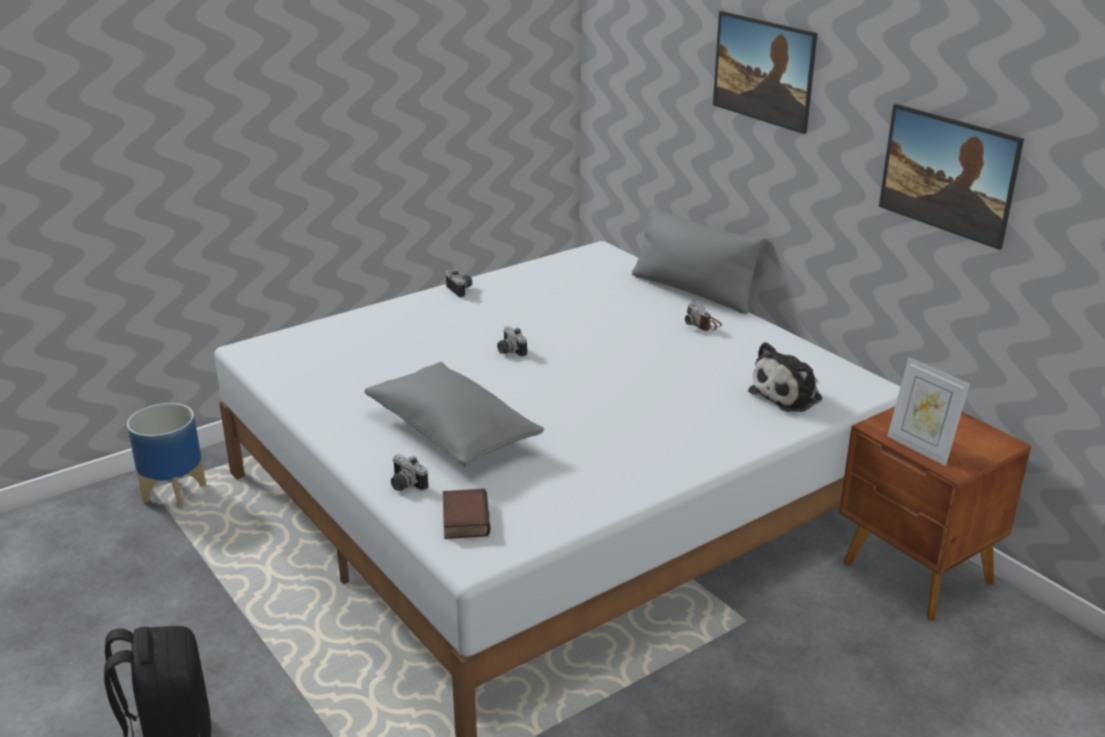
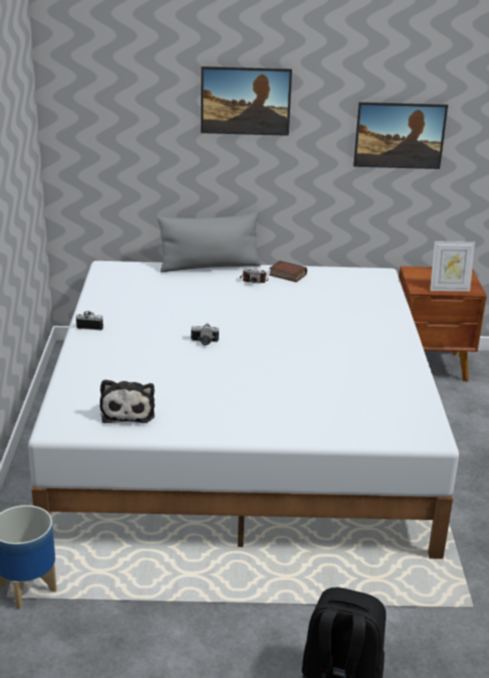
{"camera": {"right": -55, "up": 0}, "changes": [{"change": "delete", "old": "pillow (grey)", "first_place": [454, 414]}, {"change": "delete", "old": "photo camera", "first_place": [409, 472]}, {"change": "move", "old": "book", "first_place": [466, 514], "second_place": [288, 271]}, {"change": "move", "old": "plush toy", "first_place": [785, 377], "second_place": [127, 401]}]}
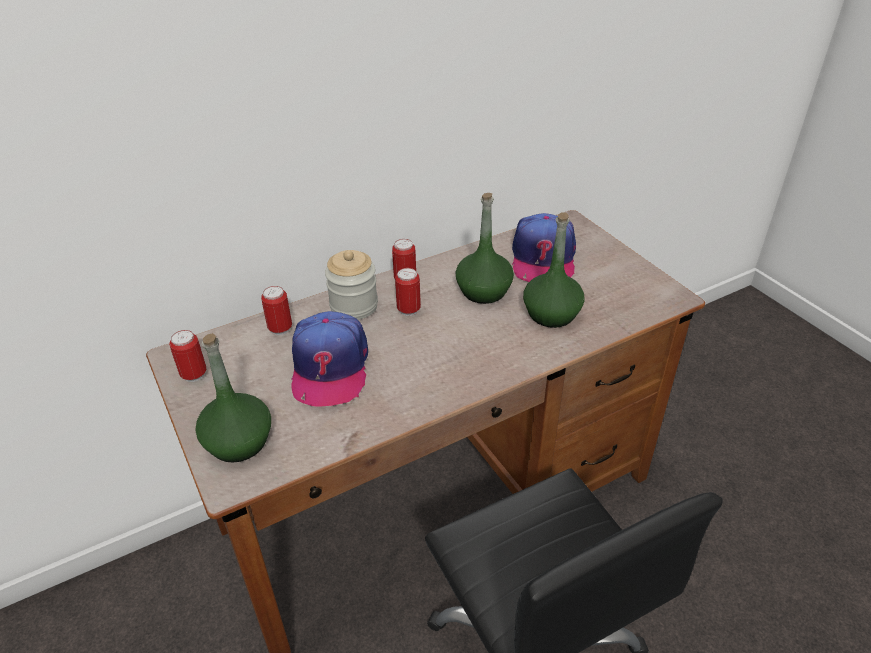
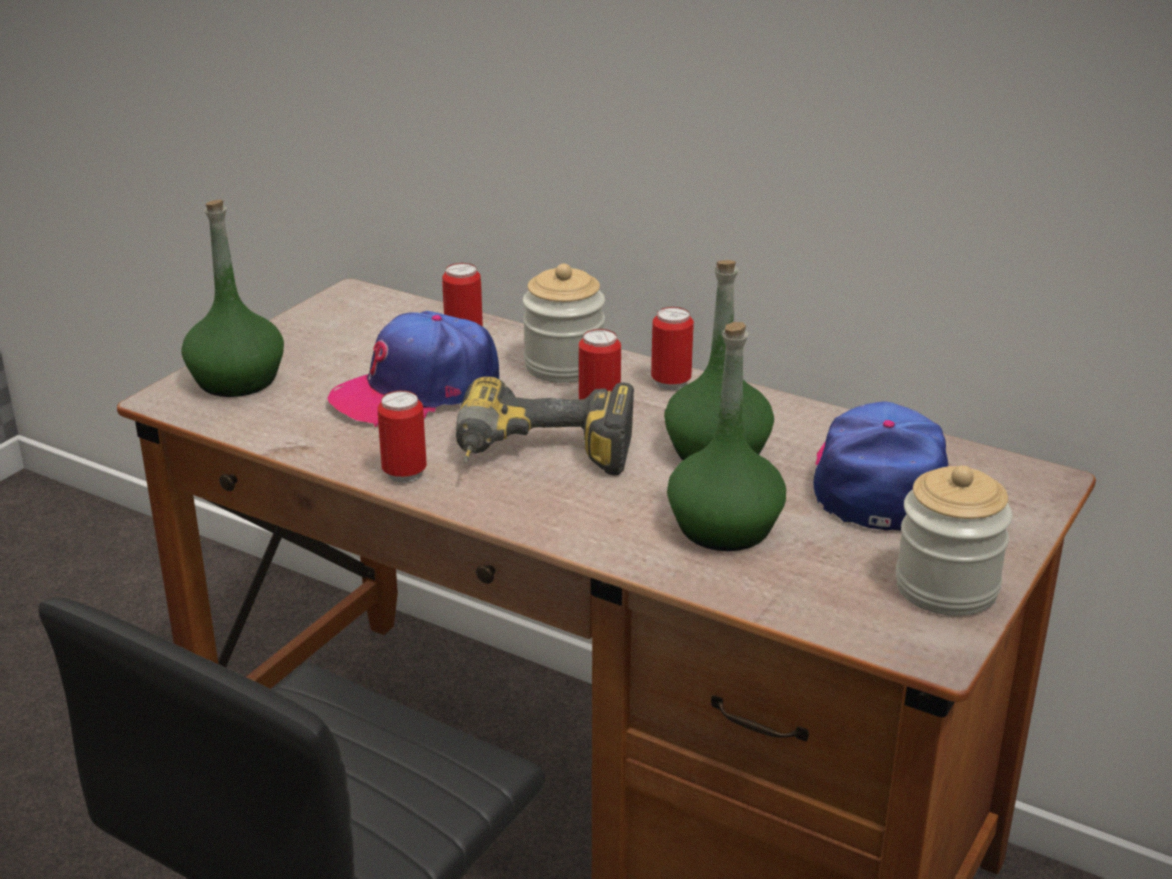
{"camera": {"right": 60, "up": -10}, "changes": [{"change": "move", "old": "can", "first_place": [187, 356], "second_place": [402, 436]}, {"change": "rotate", "old": "cap", "first_place": [544, 247], "second_place": [881, 465], "degrees": 120}, {"change": "insert", "new": "power drill", "second_place": [545, 426]}, {"change": "insert", "new": "jar", "second_place": [954, 540]}]}
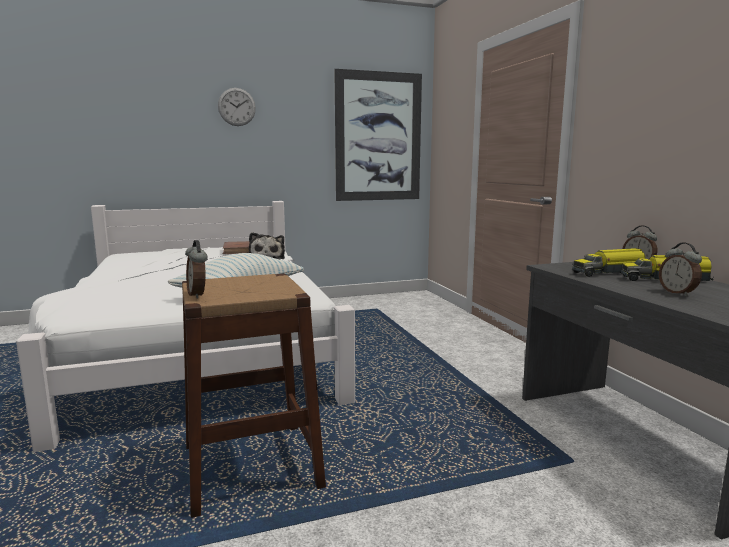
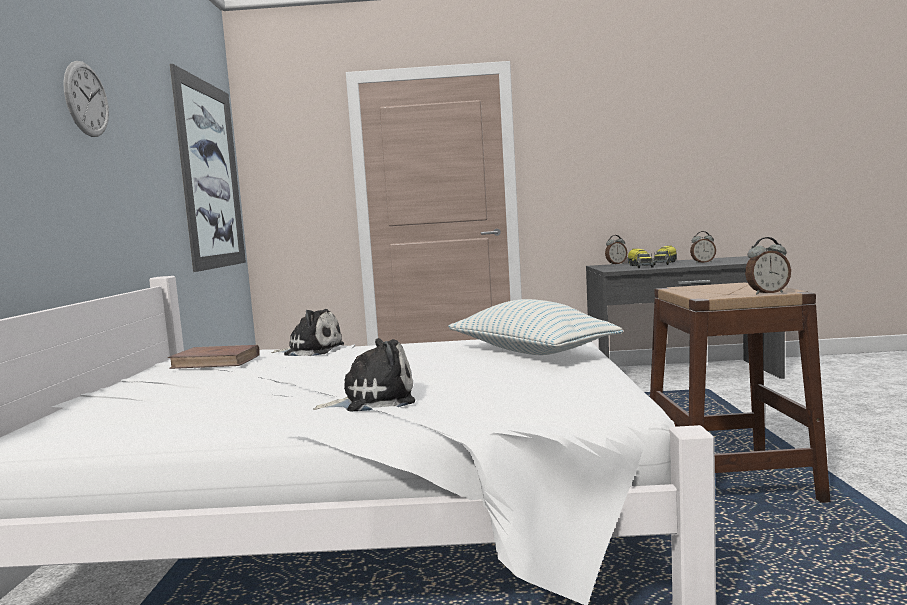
{"camera": {"right": -70, "up": -5}, "changes": [{"change": "insert", "new": "plush toy", "second_place": [364, 374]}]}
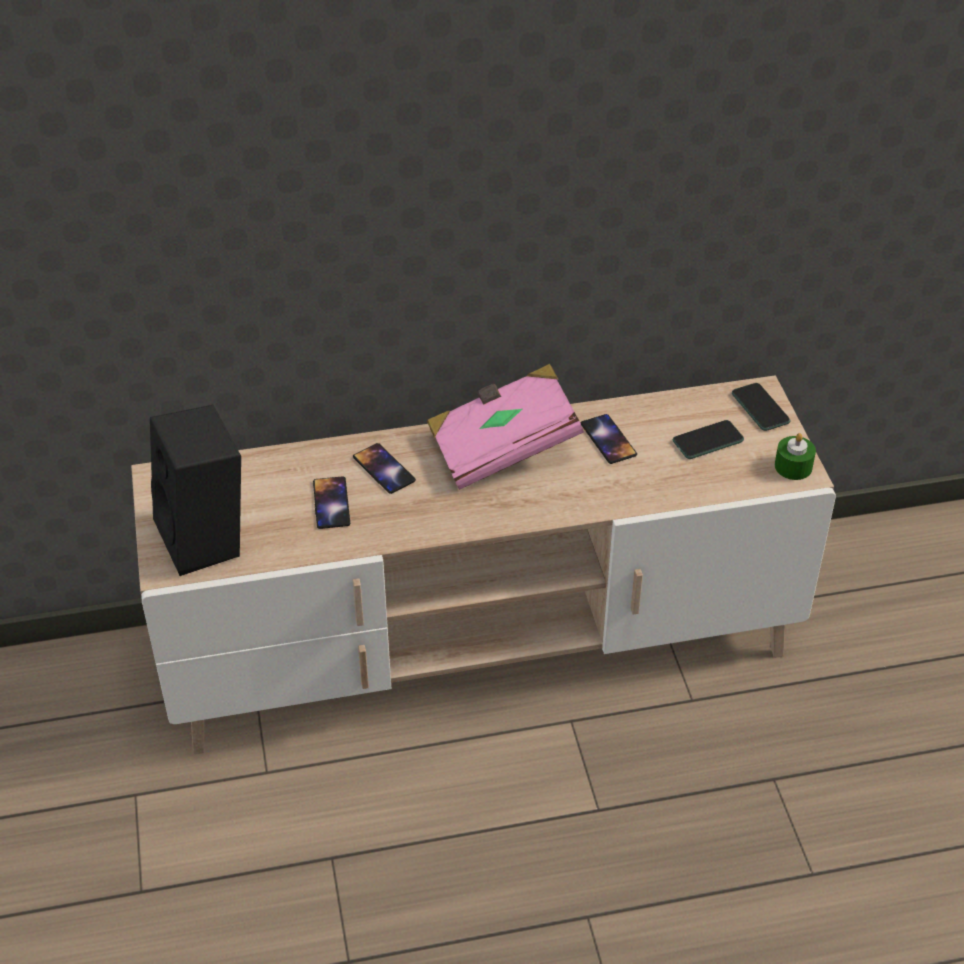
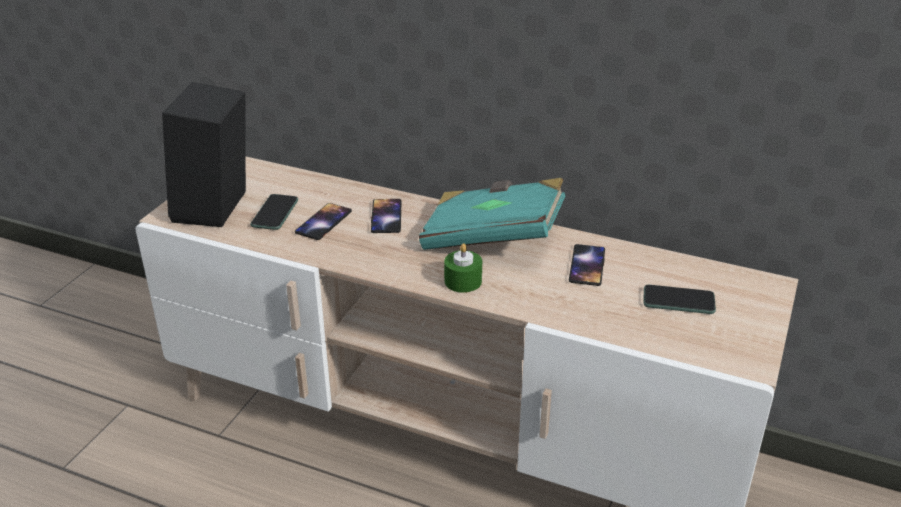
{"camera": {"right": 35, "up": -10}, "changes": [{"change": "recolor", "old": "book (pink)", "new": "book (turquoise)", "first_place": [505, 427], "second_place": [492, 214]}, {"change": "move", "old": "phone", "first_place": [761, 407], "second_place": [274, 212]}, {"change": "move", "old": "candle (green)", "first_place": [795, 456], "second_place": [463, 268]}]}
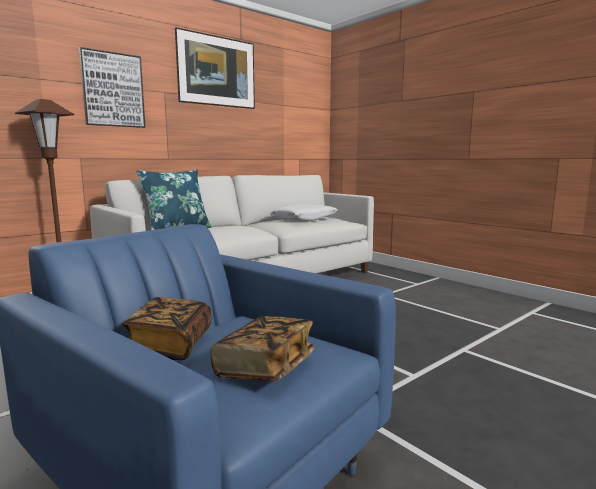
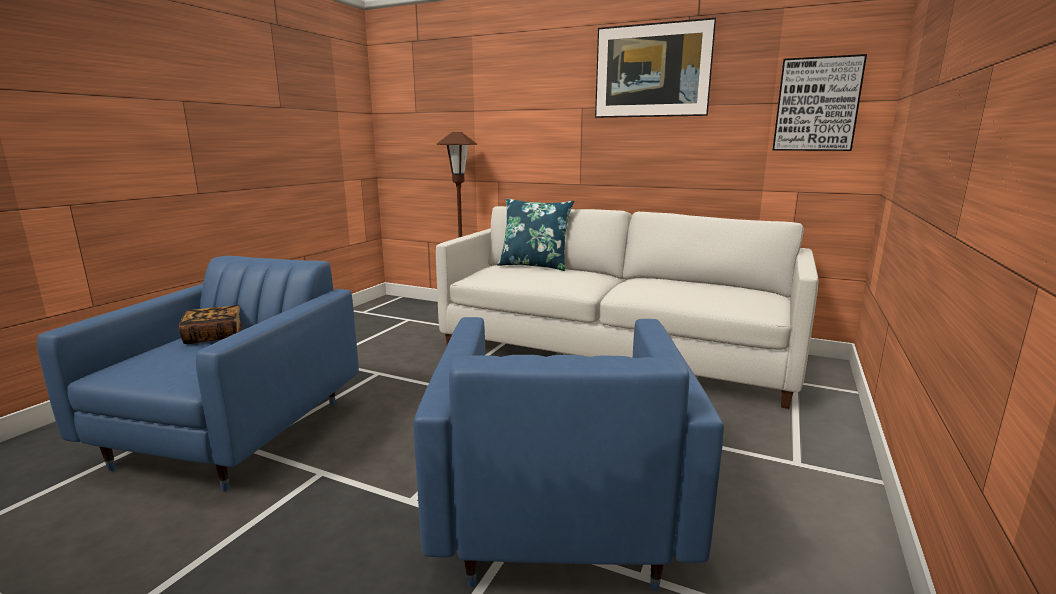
{"camera": {"right": 65, "up": 5}, "changes": [{"change": "move", "old": "picture", "first_place": [112, 87], "second_place": [820, 102]}, {"change": "delete", "old": "book", "first_place": [262, 349]}, {"change": "delete", "old": "pillow (white)", "first_place": [304, 213]}, {"change": "insert", "new": "armchair (blue)", "second_place": [569, 454]}]}
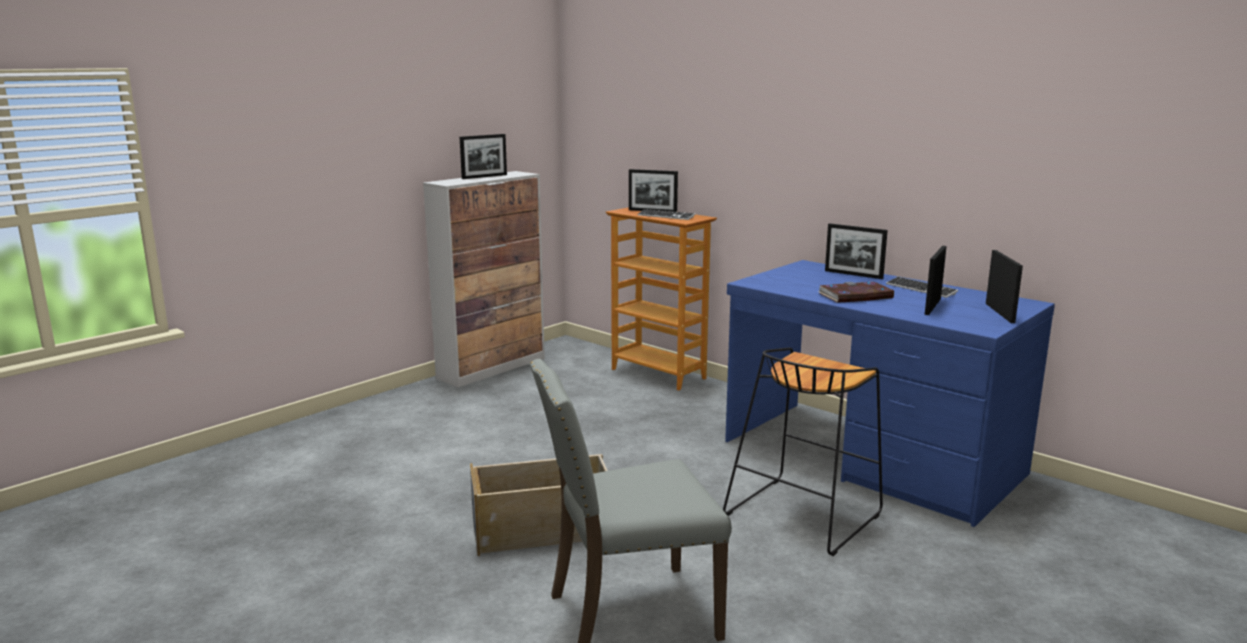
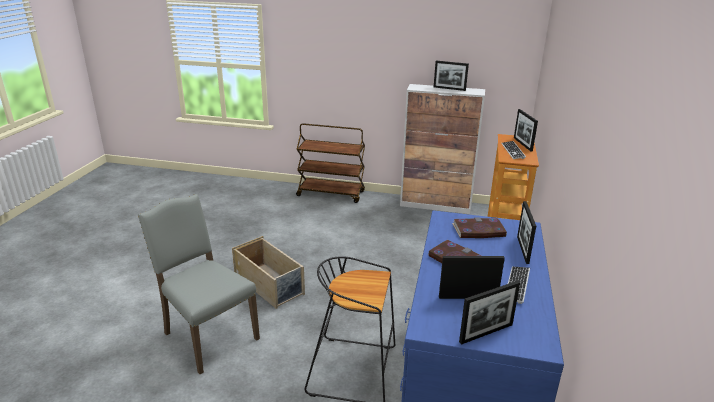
{"camera": {"right": 60, "up": 10}, "changes": [{"change": "insert", "new": "cart (brown)", "second_place": [330, 163]}, {"change": "insert", "new": "book", "second_place": [479, 227]}]}
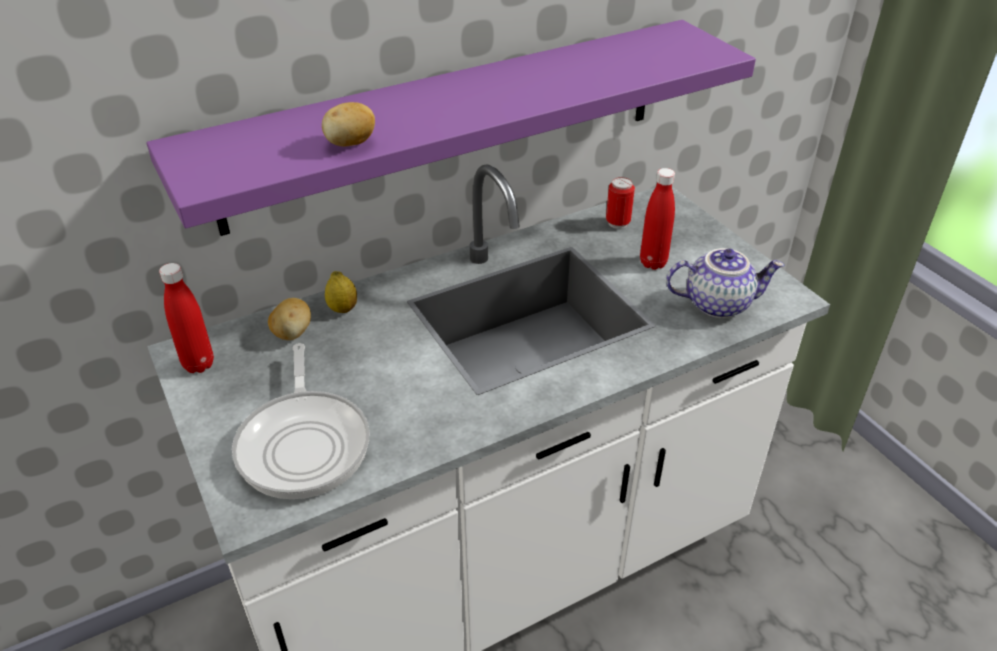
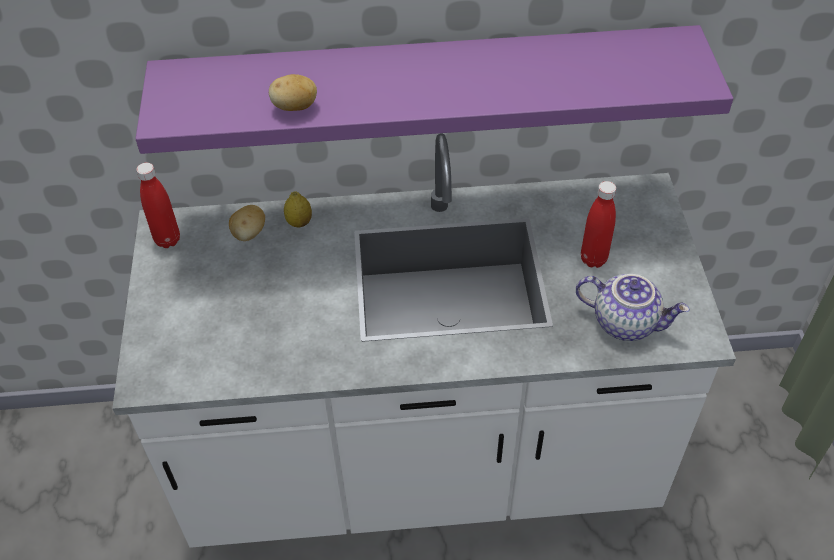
{"camera": {"right": 25, "up": 10}, "changes": [{"change": "delete", "old": "frying pan", "first_place": [301, 421]}, {"change": "delete", "old": "can", "first_place": [620, 203]}]}
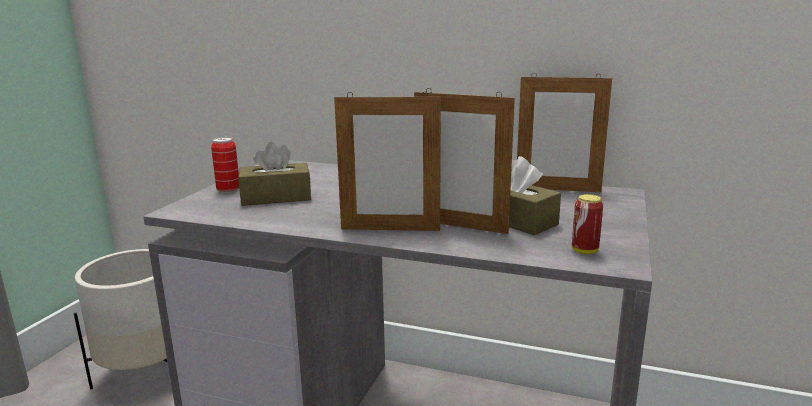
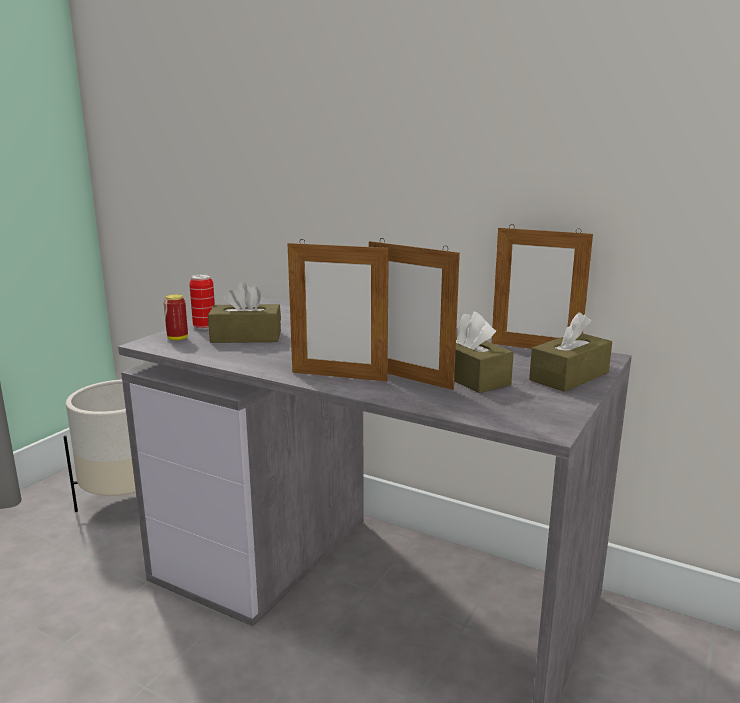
{"camera": {"right": 10, "up": 0}, "changes": [{"change": "move", "old": "can", "first_place": [587, 224], "second_place": [176, 317]}, {"change": "insert", "new": "tissue box (brown)", "second_place": [570, 352]}]}
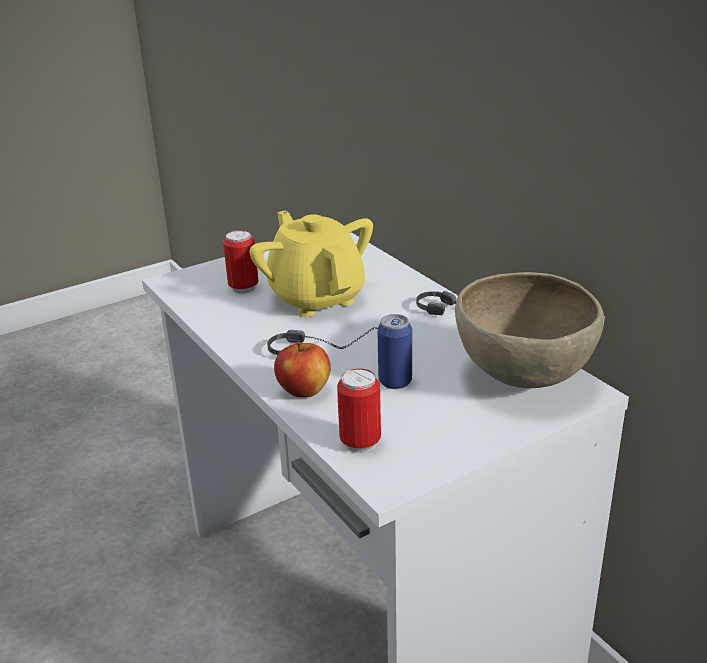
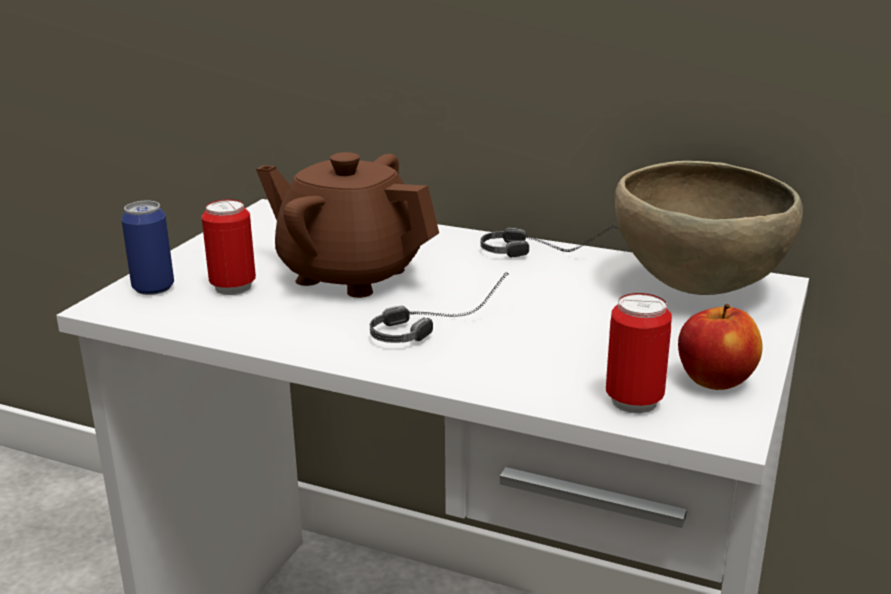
{"camera": {"right": -35, "up": -5}, "changes": [{"change": "recolor", "old": "teapot (yellow)", "new": "teapot (brown)", "first_place": [311, 264], "second_place": [347, 225]}, {"change": "move", "old": "apple", "first_place": [302, 370], "second_place": [720, 347]}, {"change": "move", "old": "can", "first_place": [394, 351], "second_place": [147, 248]}]}
